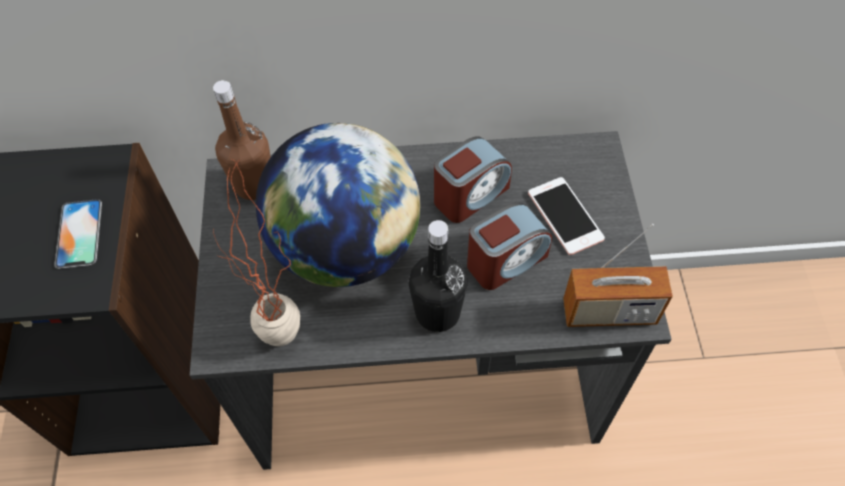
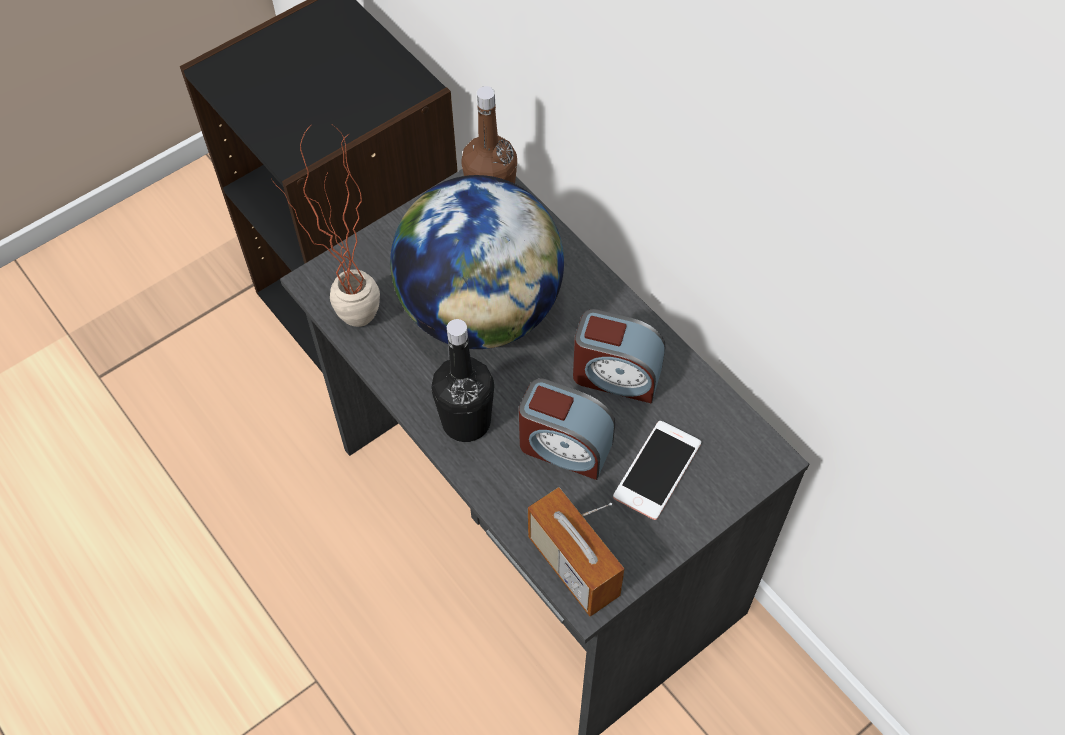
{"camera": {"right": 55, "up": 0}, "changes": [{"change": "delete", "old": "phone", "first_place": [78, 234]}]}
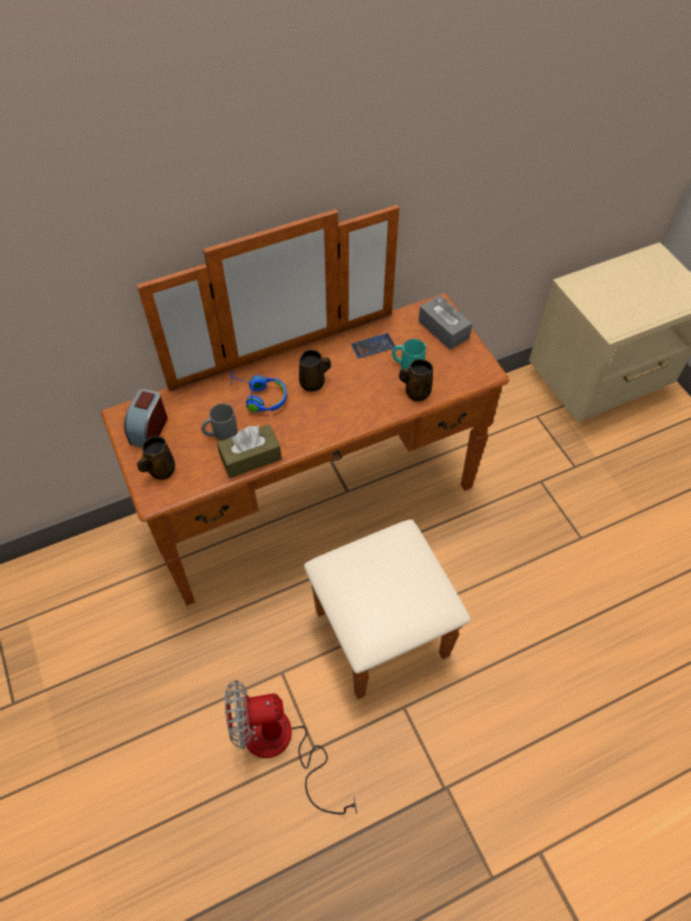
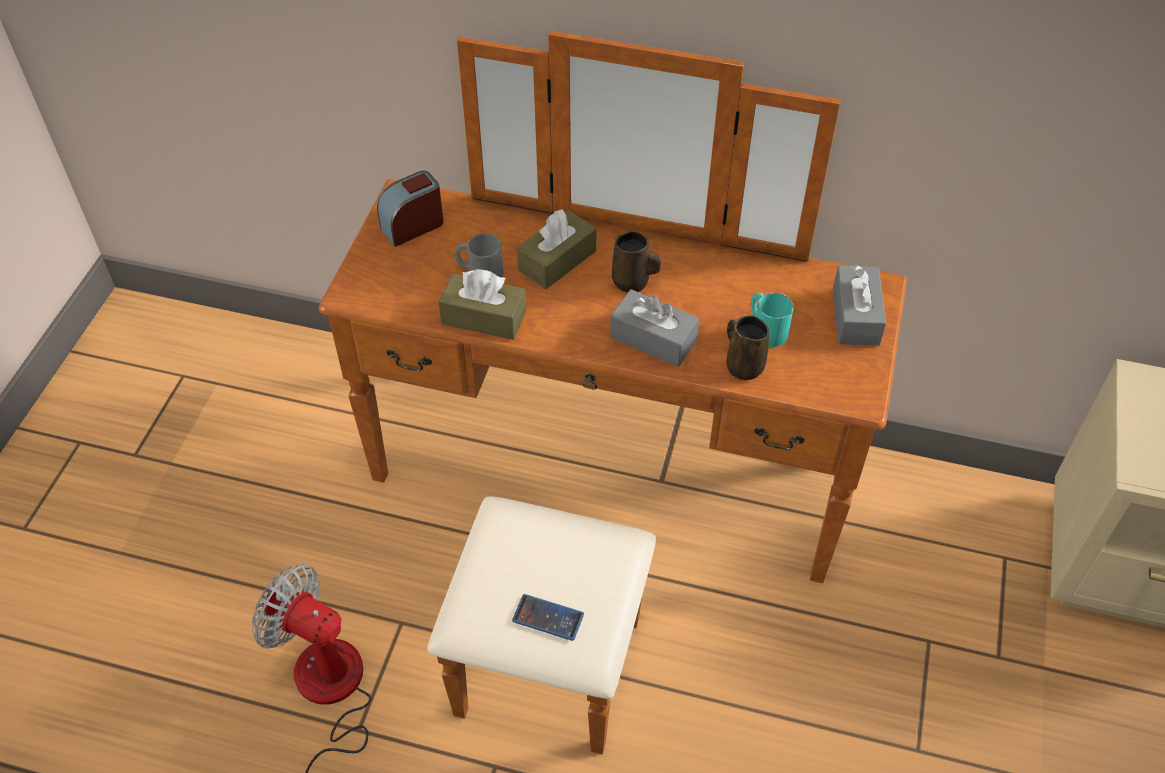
{"camera": {"right": 40, "up": -5}, "changes": [{"change": "delete", "old": "mug (brown)", "first_place": [156, 458]}, {"change": "replace", "old": "headphones (blue)", "new": "tissue box (brown)", "first_place": [258, 391], "second_place": [556, 249]}, {"change": "move", "old": "phone", "first_place": [373, 345], "second_place": [548, 617]}, {"change": "insert", "new": "tissue box (grey)", "second_place": [655, 328]}]}
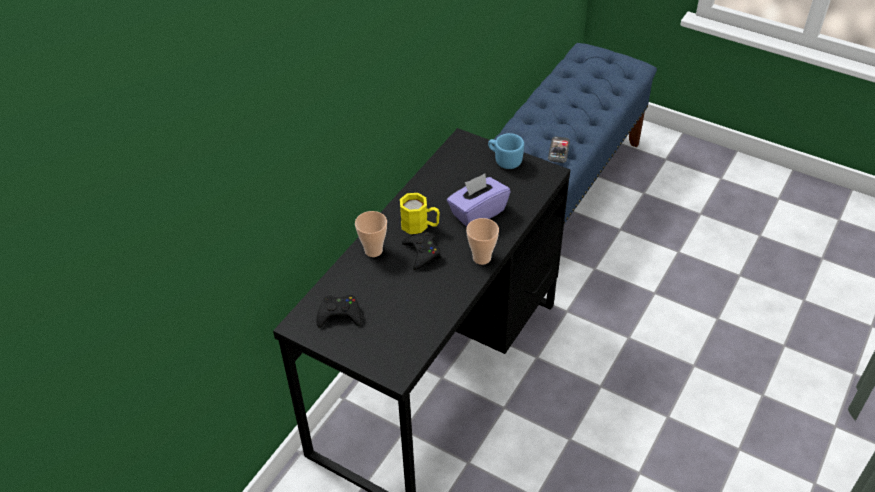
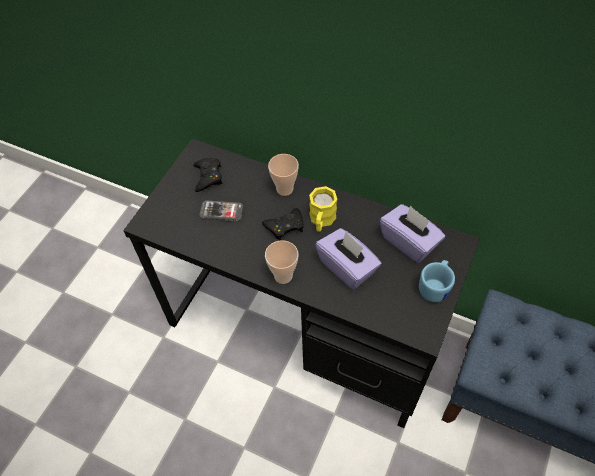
{"camera": {"right": 85, "up": 10}, "changes": [{"change": "move", "old": "phone", "first_place": [559, 149], "second_place": [221, 210]}, {"change": "insert", "new": "tissue box (purple)", "second_place": [412, 233]}]}
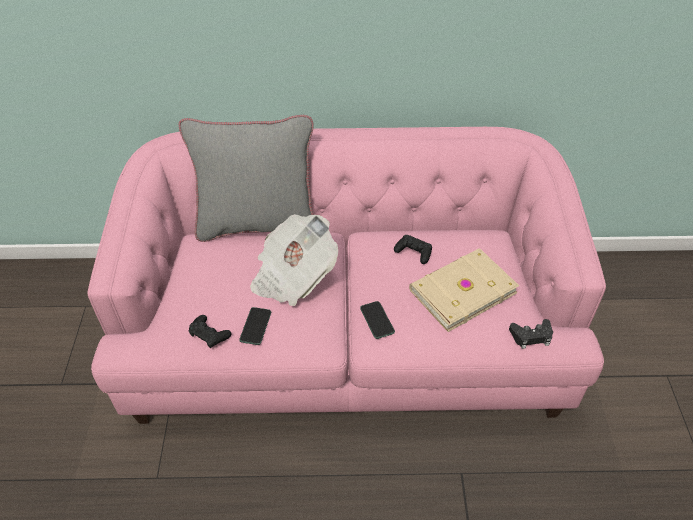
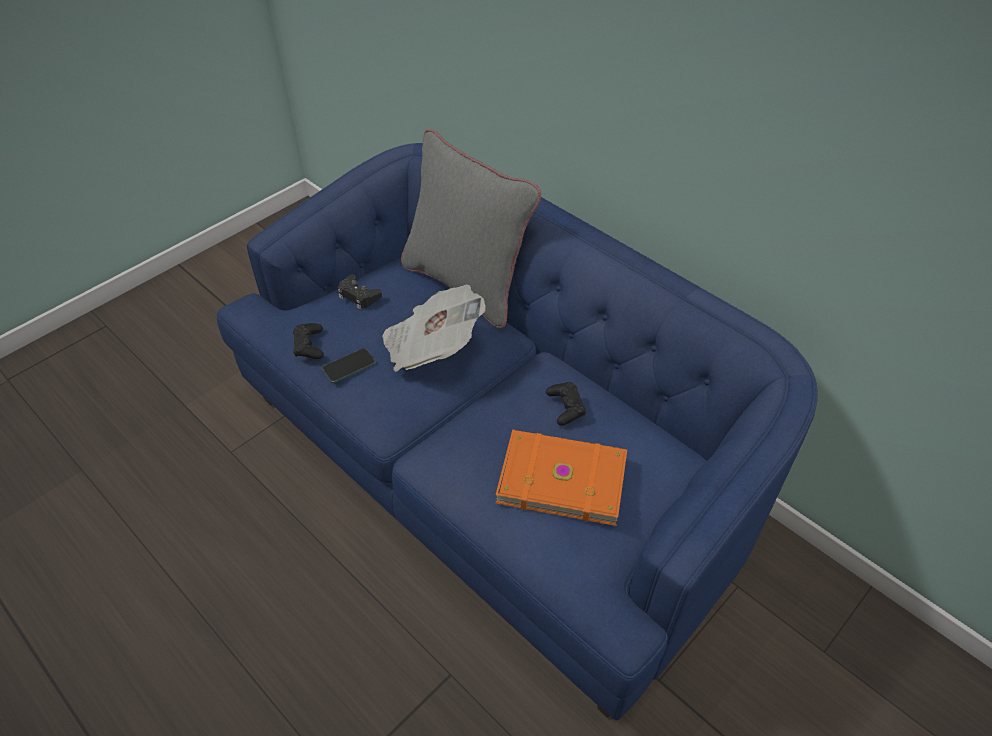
{"camera": {"right": 45, "up": 0}, "changes": [{"change": "recolor", "old": "sofa (pink)", "new": "sofa (blue)", "first_place": [347, 275], "second_place": [517, 431]}, {"change": "delete", "old": "phone", "first_place": [377, 320]}, {"change": "recolor", "old": "book (beige)", "new": "book (orange)", "first_place": [464, 290], "second_place": [561, 477]}, {"change": "move", "old": "game controller (black)", "first_place": [531, 334], "second_place": [360, 292]}]}
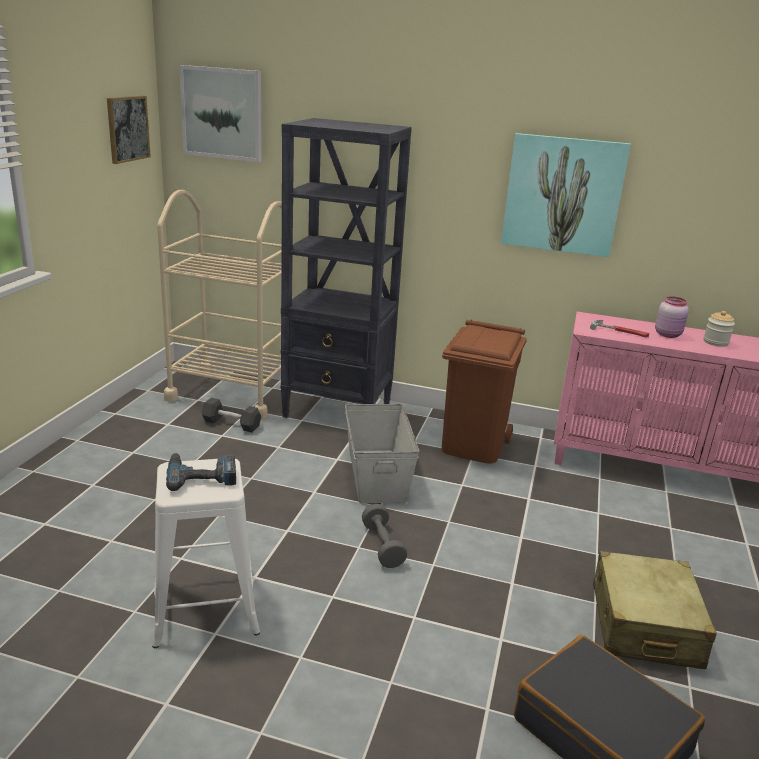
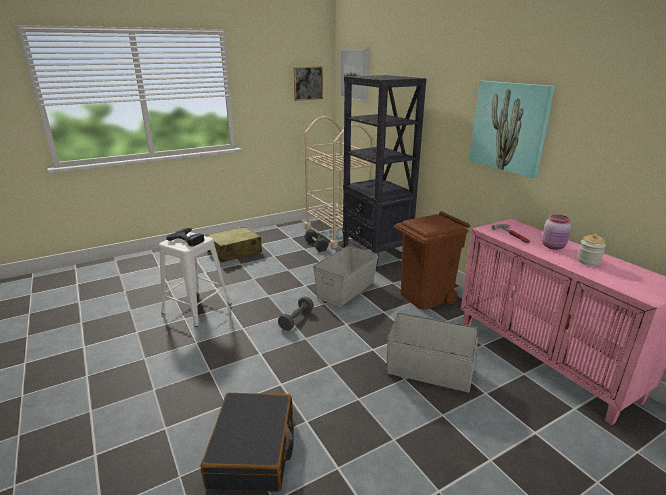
{"camera": {"right": 45, "up": 0}, "changes": [{"change": "move", "old": "suitcase (beige)", "first_place": [655, 610], "second_place": [233, 244]}, {"change": "insert", "new": "storage box (grey)", "second_place": [433, 352]}]}
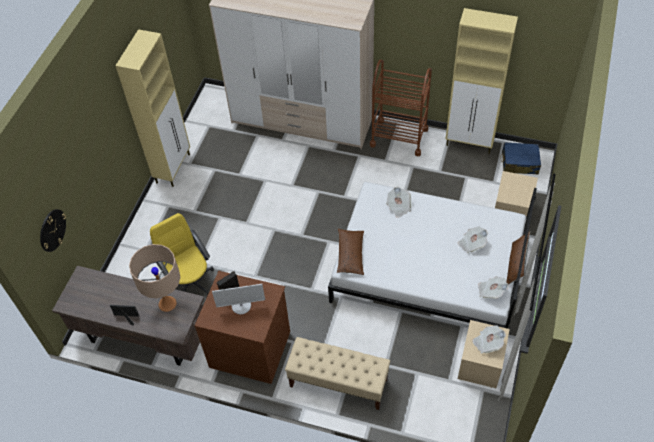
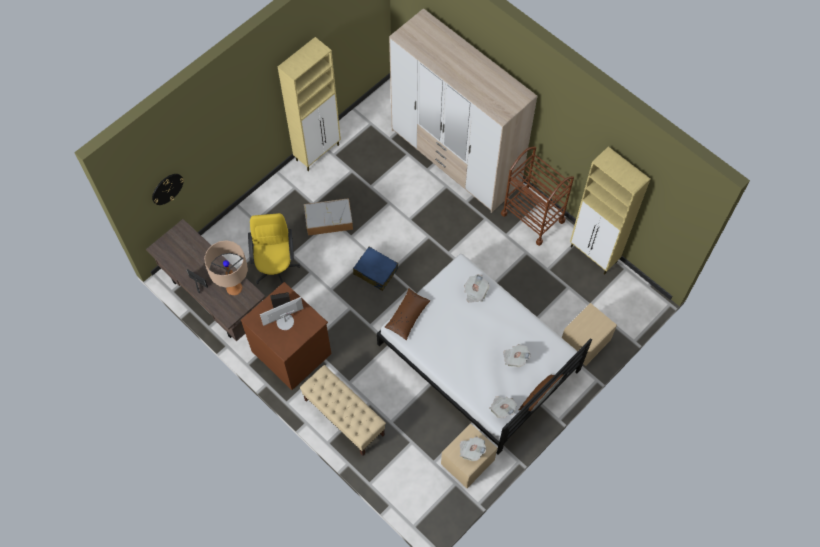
{"camera": {"right": 25, "up": 10}, "changes": [{"change": "rotate", "old": "monitor", "first_place": [238, 299], "second_place": [281, 313], "degrees": 135}, {"change": "move", "old": "suitcase (blue)", "first_place": [520, 158], "second_place": [375, 269]}, {"change": "insert", "new": "storage box", "second_place": [328, 217]}]}
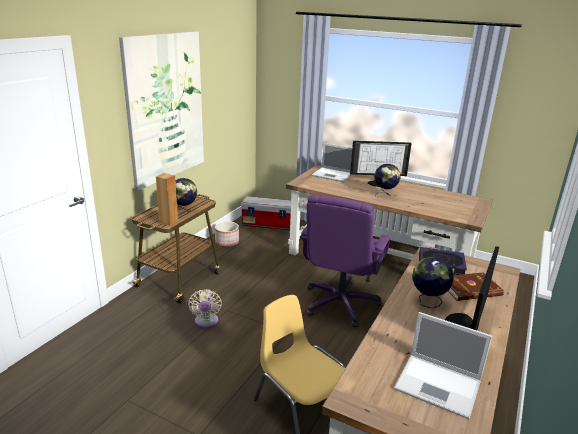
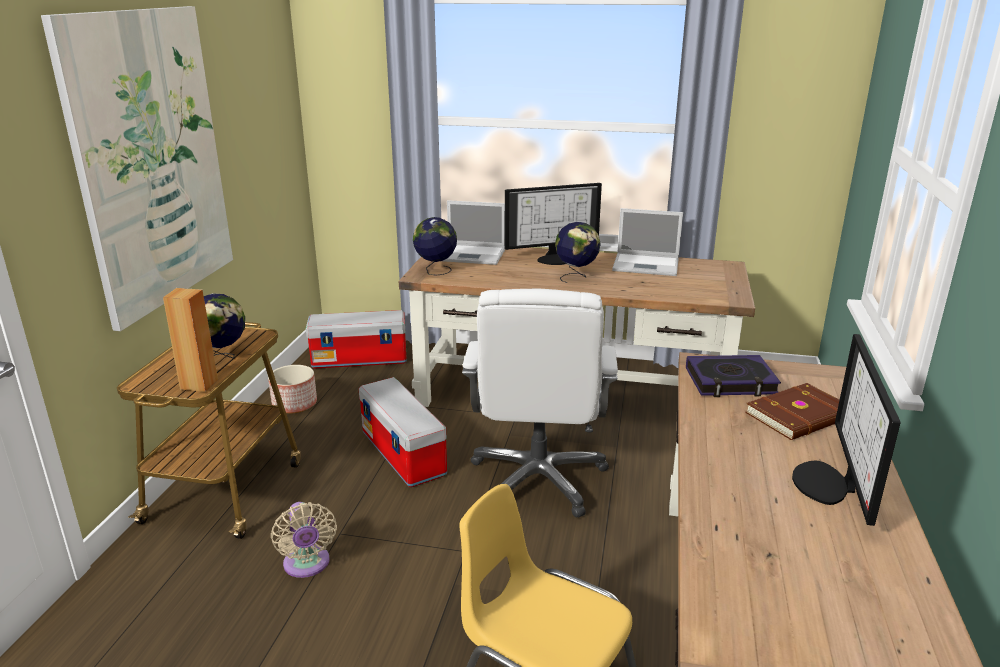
{"camera": {"right": -15, "up": 0}, "changes": [{"change": "recolor", "old": "office chair (purple)", "new": "office chair (white)", "first_place": [345, 261], "second_place": [540, 403]}, {"change": "move", "old": "laptop", "first_place": [443, 365], "second_place": [647, 242]}, {"change": "move", "old": "globe", "first_place": [433, 282], "second_place": [435, 246]}, {"change": "insert", "new": "storage box", "second_place": [403, 432]}]}
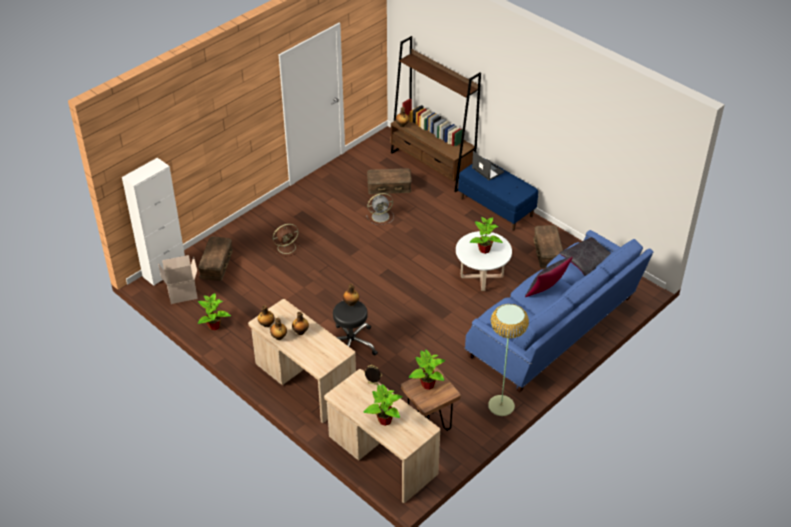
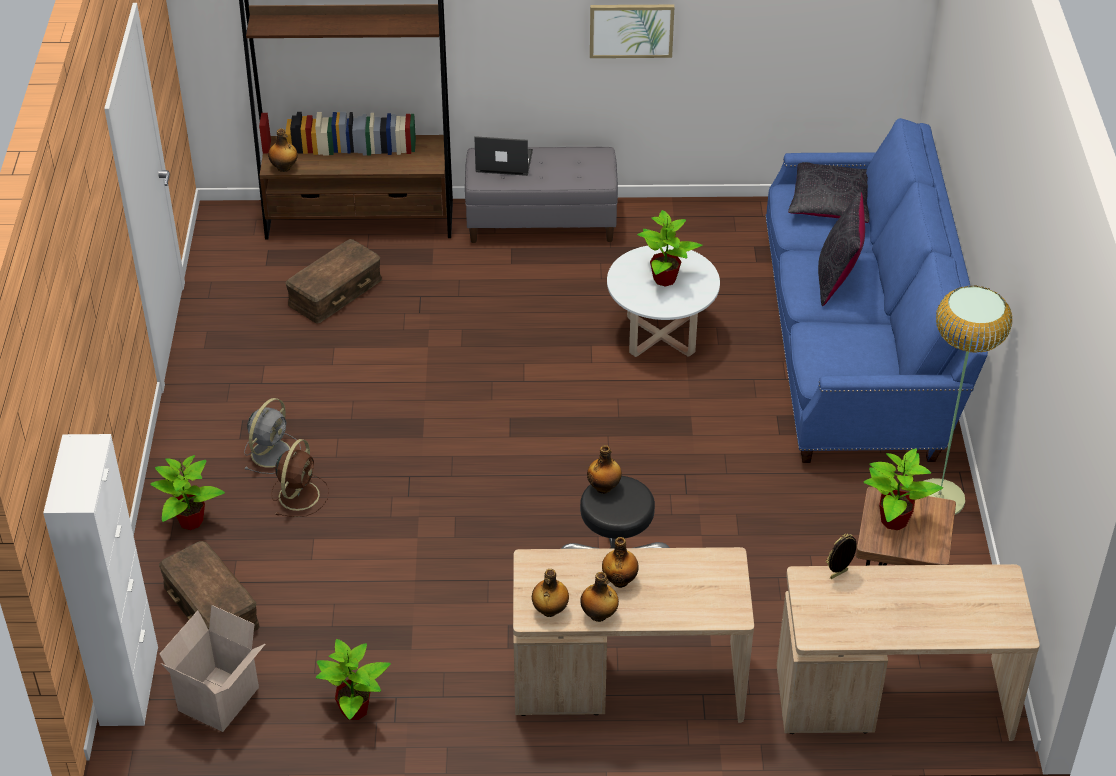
{"camera": {"right": -45, "up": 0}, "changes": [{"change": "move", "old": "potted plant", "first_place": [383, 405], "second_place": [187, 492]}, {"change": "move", "old": "fan (grey)", "first_place": [380, 209], "second_place": [272, 436]}, {"change": "recolor", "old": "bench (blue)", "new": "bench (grey)", "first_place": [498, 194], "second_place": [541, 195]}, {"change": "delete", "old": "storage box (brown)", "first_place": [548, 246]}, {"change": "insert", "new": "picture", "second_place": [632, 31]}]}
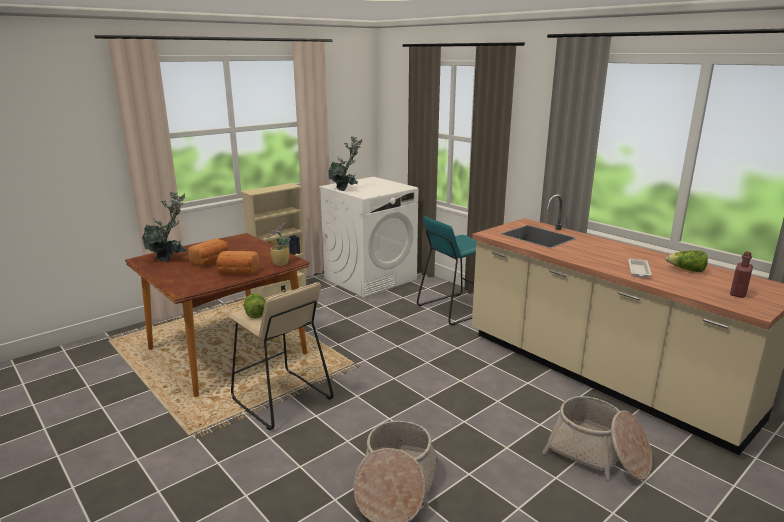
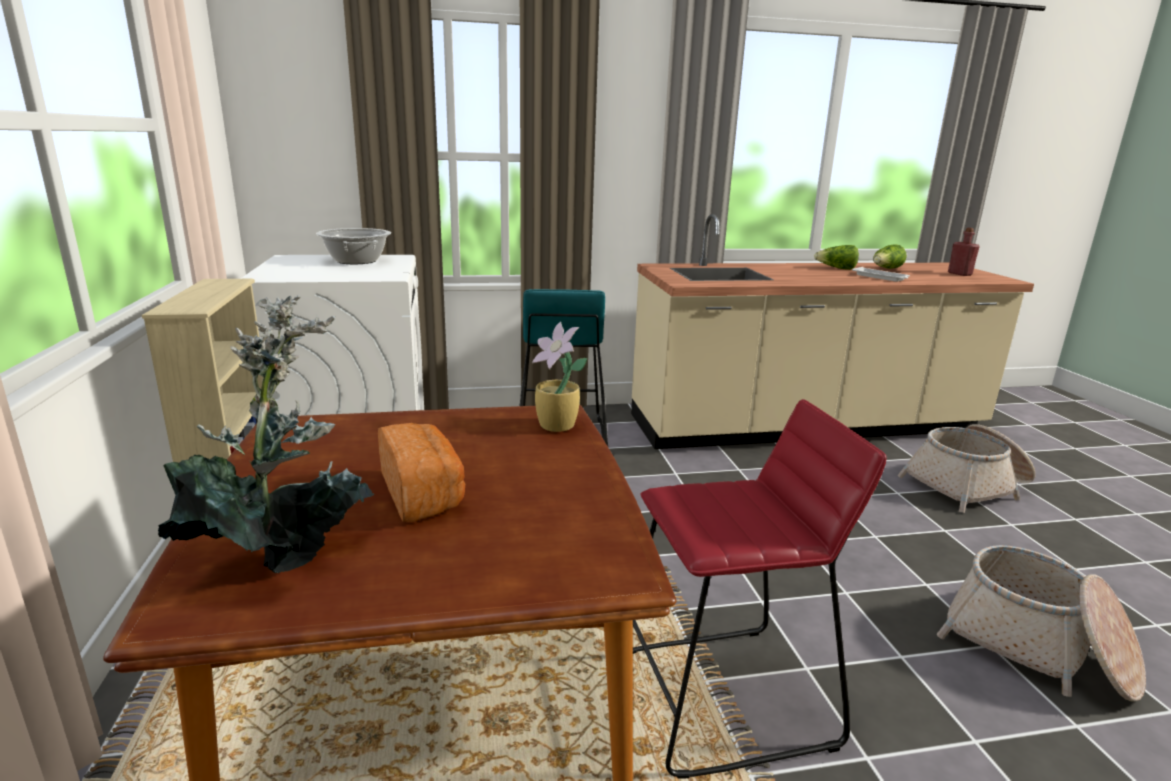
{"camera": {"right": -60, "up": 0}, "changes": [{"change": "delete", "old": "bread", "first_place": [238, 263]}, {"change": "recolor", "old": "stool (beige)", "new": "stool (red)", "first_place": [281, 356], "second_place": [760, 588]}, {"change": "move", "old": "lettuce", "first_place": [255, 306], "second_place": [836, 257]}, {"change": "delete", "old": "potted plant", "first_place": [345, 163]}, {"change": "insert", "new": "cooking pot", "second_place": [353, 246]}]}
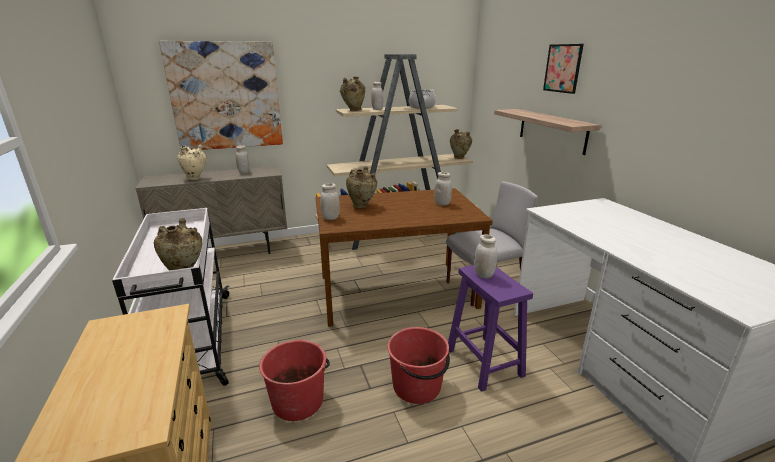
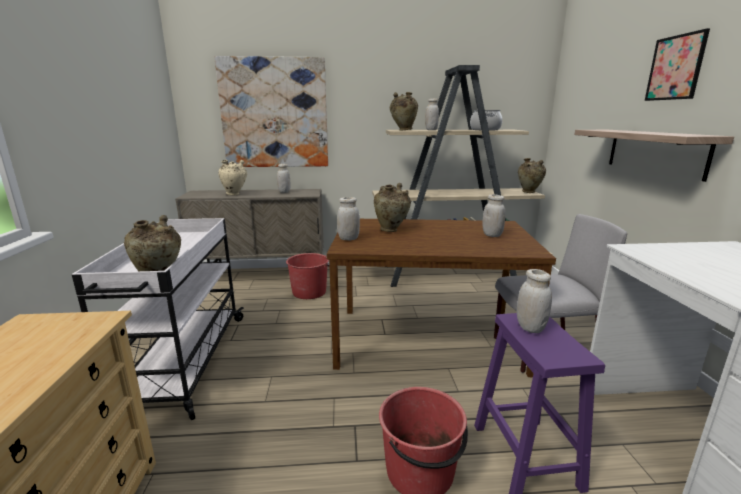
{"camera": {"right": 15, "up": -5}, "changes": [{"change": "move", "old": "bucket (red)", "first_place": [294, 380], "second_place": [308, 276]}]}
